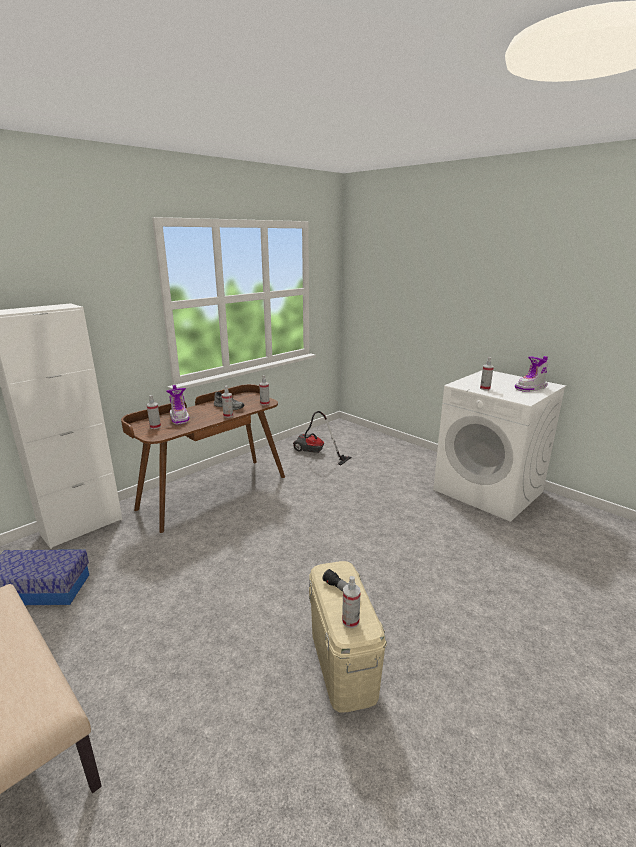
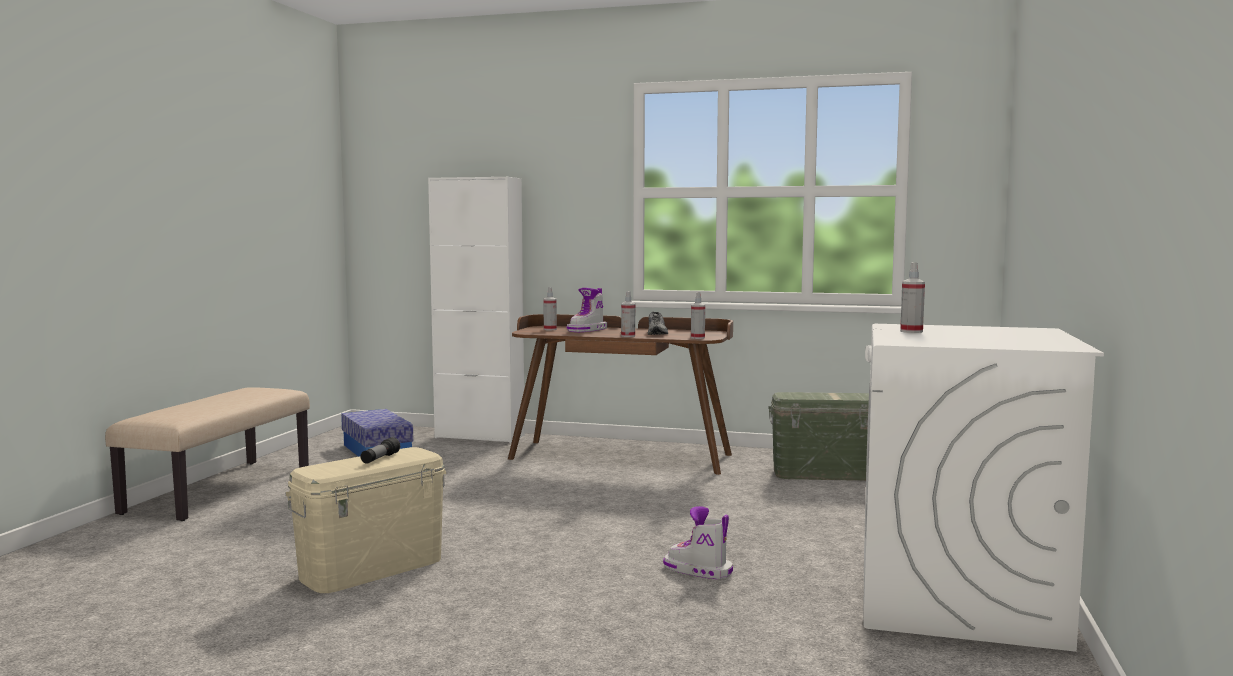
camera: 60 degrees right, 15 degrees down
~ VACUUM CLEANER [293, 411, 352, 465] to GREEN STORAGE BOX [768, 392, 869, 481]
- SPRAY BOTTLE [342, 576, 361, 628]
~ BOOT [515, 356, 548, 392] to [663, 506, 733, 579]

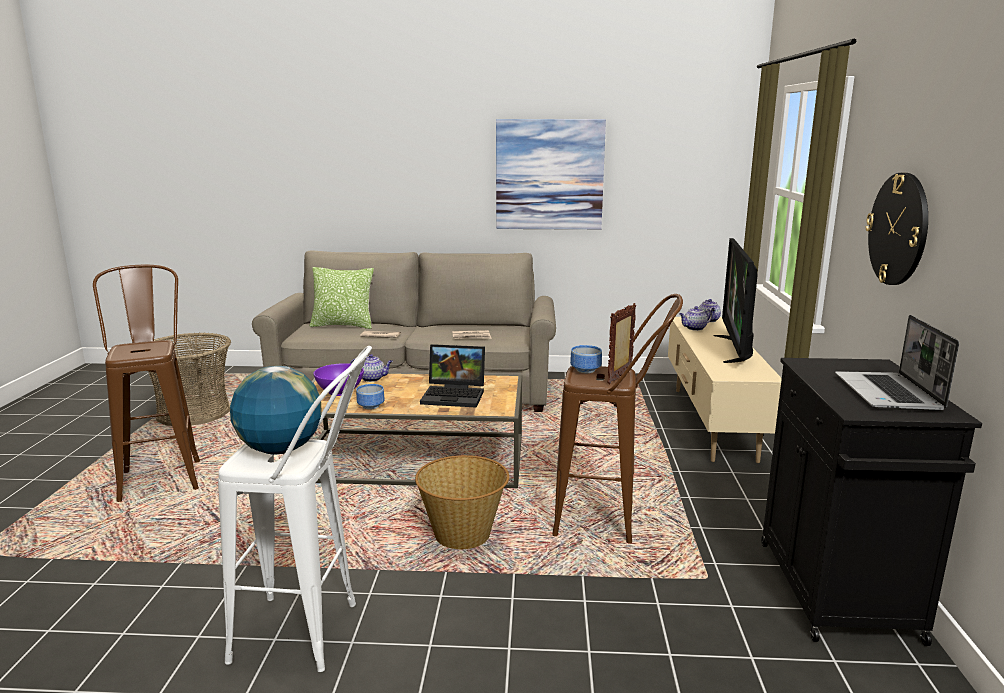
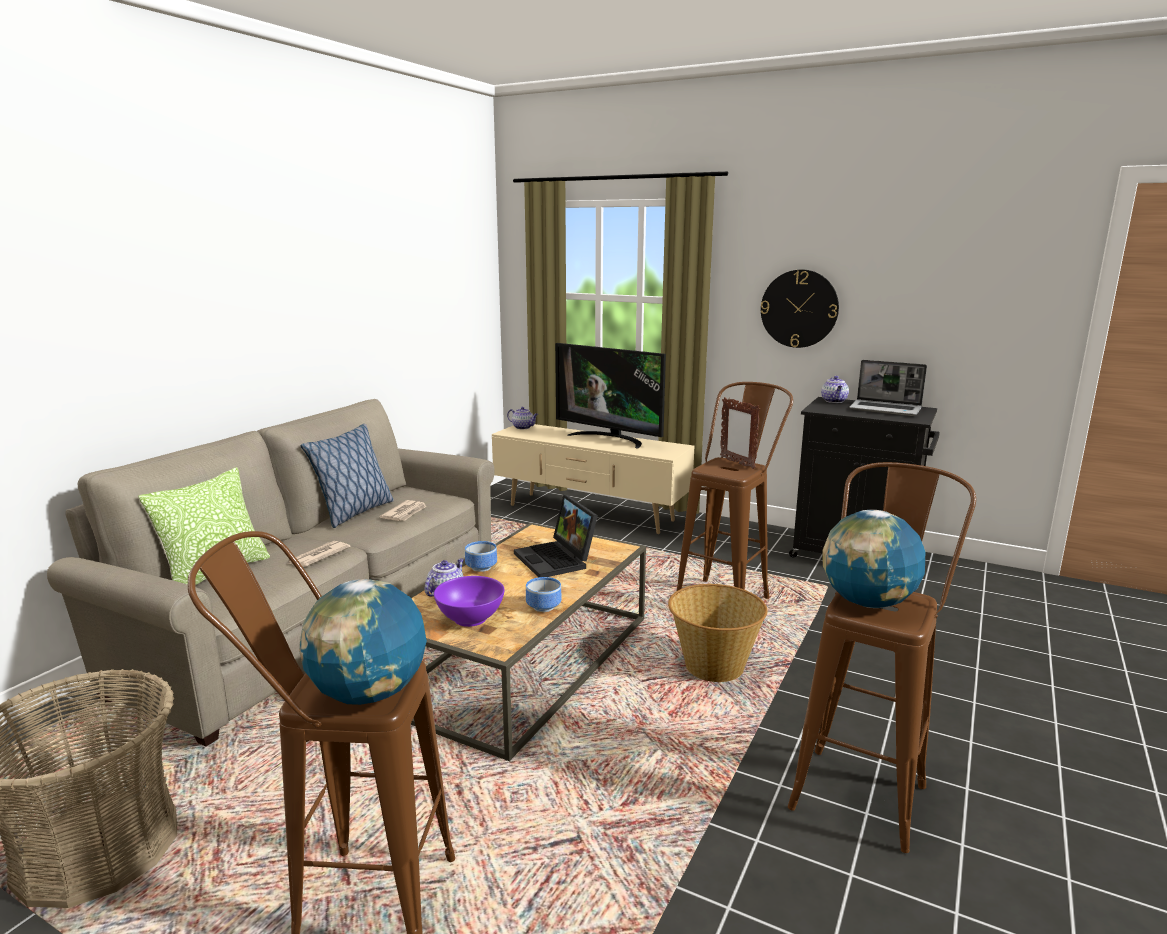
camera: 65 degrees left, 0 degrees up
~ WHITE STOOL [218, 346, 372, 672] to BROWN STOOL [788, 462, 976, 853]
~ LAPTOP [420, 344, 485, 408] = [514, 495, 598, 577] 120 degrees clockwise
- PICTURE [496, 119, 606, 230]
~ BOWL [570, 345, 602, 373] to [465, 541, 497, 572]
~ TEAPOT [679, 306, 712, 331] to [821, 376, 849, 403]
+ GLOBE [299, 579, 427, 705]
+ PILLOW [300, 424, 394, 528]

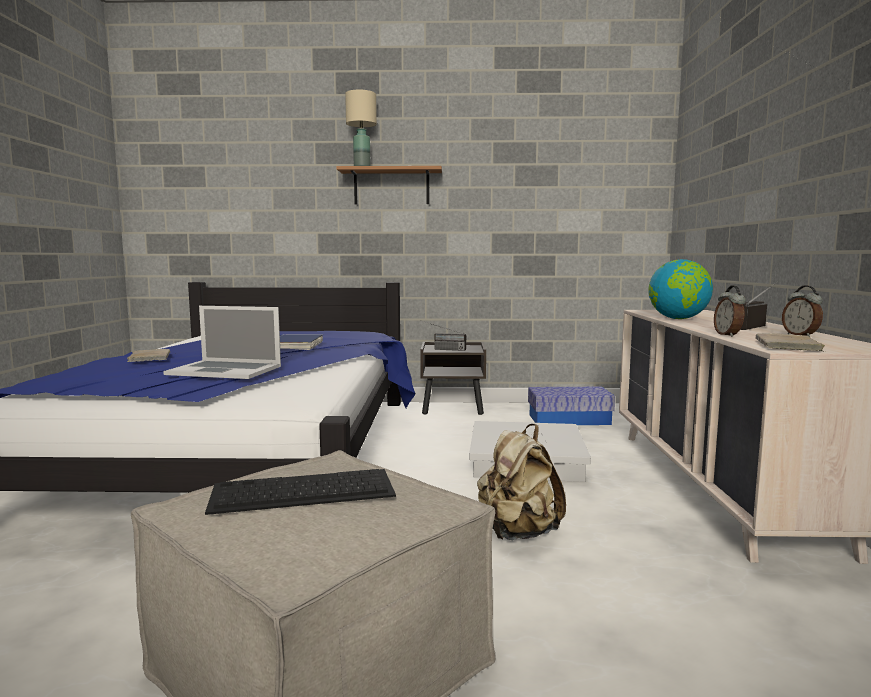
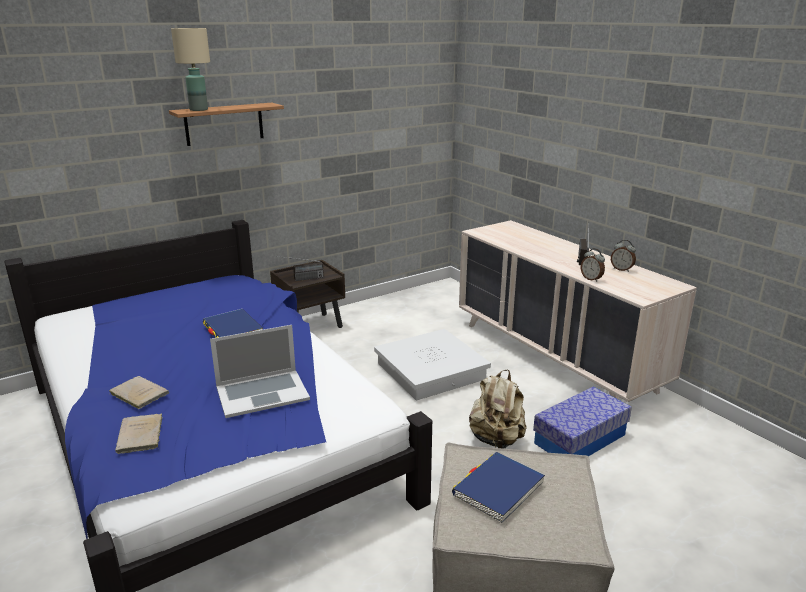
camera: 35 degrees left, 15 degrees up
~ KEYBOARD [205, 469, 396, 515] to BLUE BOOK [452, 452, 545, 523]
~ STORAGE BOX [528, 387, 615, 425] to [533, 387, 632, 456]
- GLOBE [648, 259, 713, 319]
~ BEIGE BOOK [755, 333, 825, 352] to [115, 414, 162, 454]

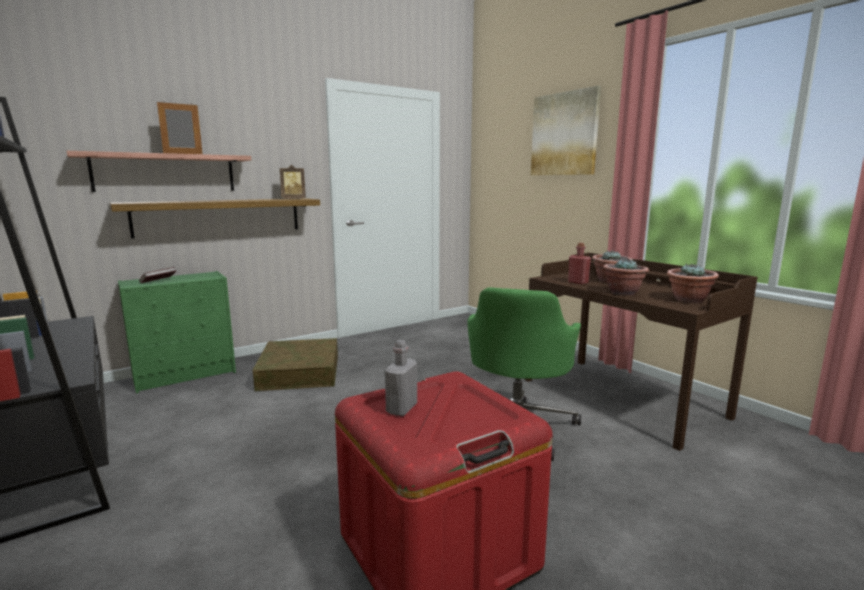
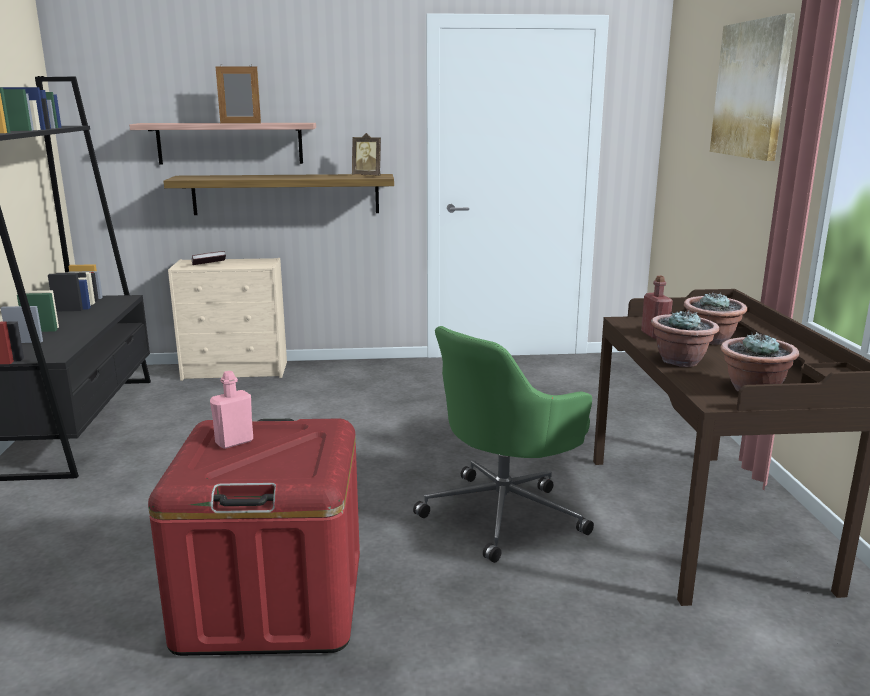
camera: 30 degrees right, 5 degrees up
~ GREEN DRESSER [118, 271, 236, 394] to BEIGE DRESSER [168, 258, 287, 381]
- BROWN STORAGE BOX [253, 338, 338, 391]
~ GREY BOTTLE [385, 340, 417, 416] to PINK BOTTLE [210, 371, 253, 449]

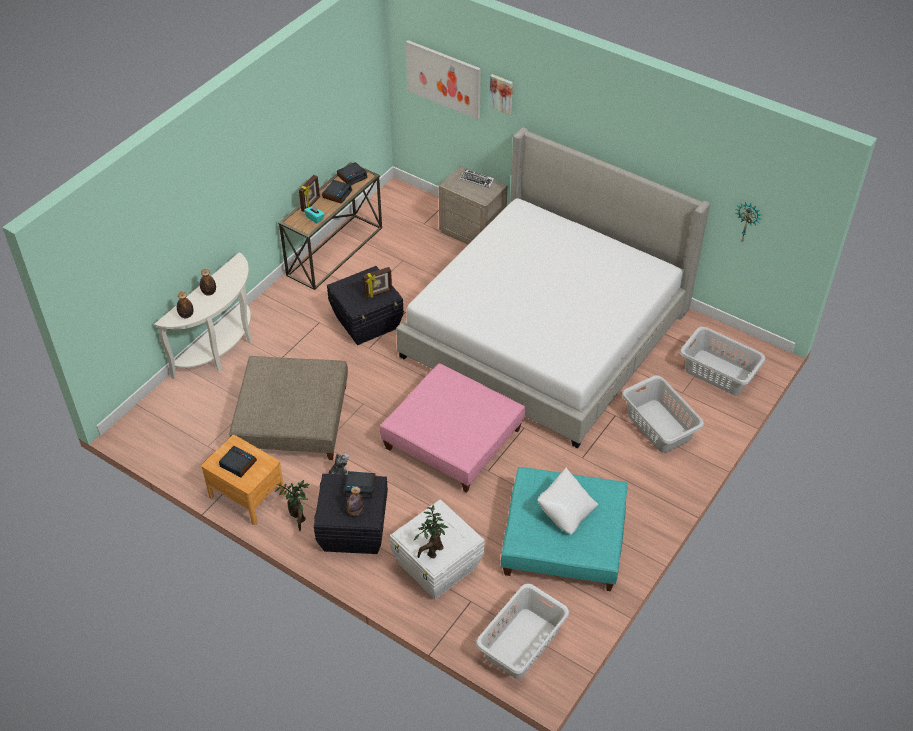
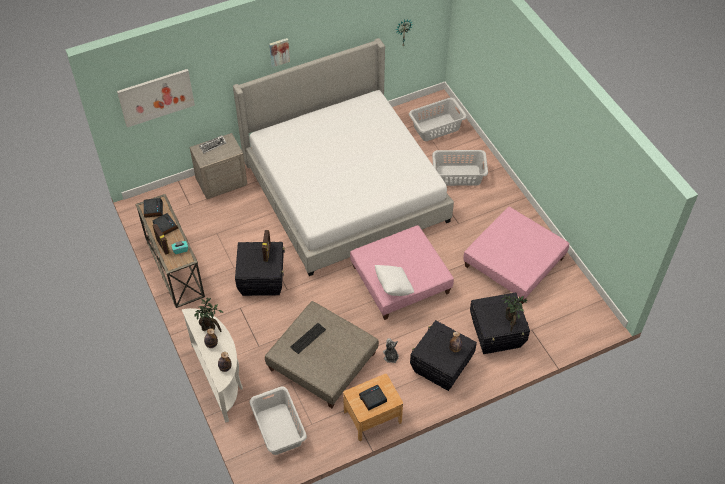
camera: 60 degrees left, 5 degrees up
~ POTTED PLANT [275, 480, 310, 531] to [194, 298, 223, 332]
- ALARM CLOCK [345, 471, 375, 498]
~ WHITE STORAGE BOX [390, 499, 485, 600] to BLACK STORAGE BOX [470, 292, 530, 354]
~ WHITE LAUNDRY BASKET [476, 584, 569, 679] to [249, 386, 307, 455]
~ PICTURE [489, 74, 513, 115] to [269, 38, 290, 67]
~ TURQUOISE OTTOMAN [501, 467, 628, 591] to PINK OTTOMAN [463, 207, 570, 304]
~ WHITE PILLOW [537, 467, 598, 535] to [375, 265, 414, 296]
+ KEYBOARD [290, 323, 326, 354]

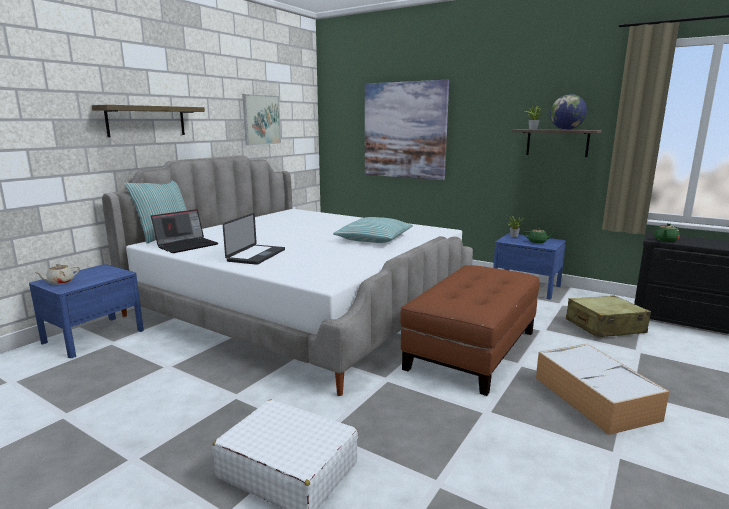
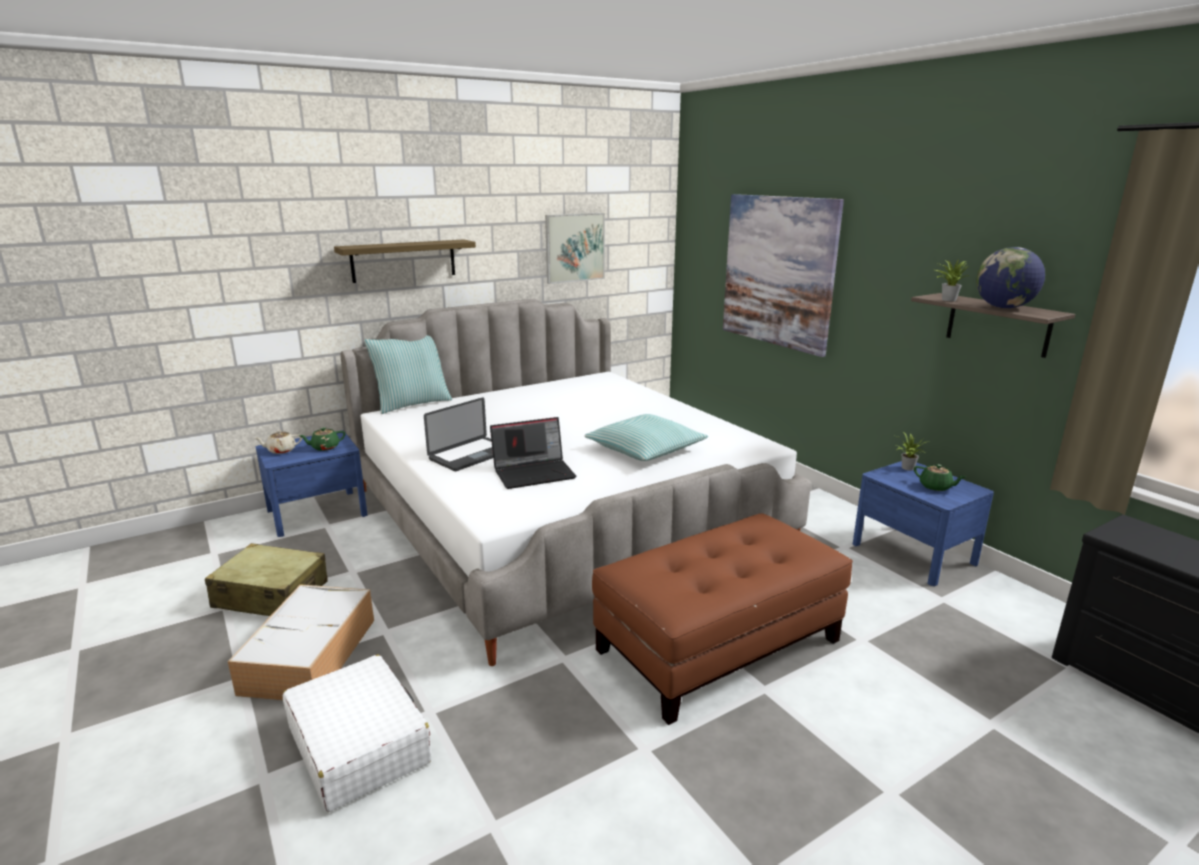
camera: 25 degrees right, 5 degrees up
~ LAPTOP [151, 209, 218, 253] to [490, 417, 576, 489]
~ STORAGE BOX [536, 344, 670, 435] to [228, 584, 374, 700]
~ BEIGE SUITCASE [566, 296, 651, 337] to [205, 543, 328, 616]
~ GREEN TEAPOT [654, 223, 680, 242] to [299, 427, 345, 451]

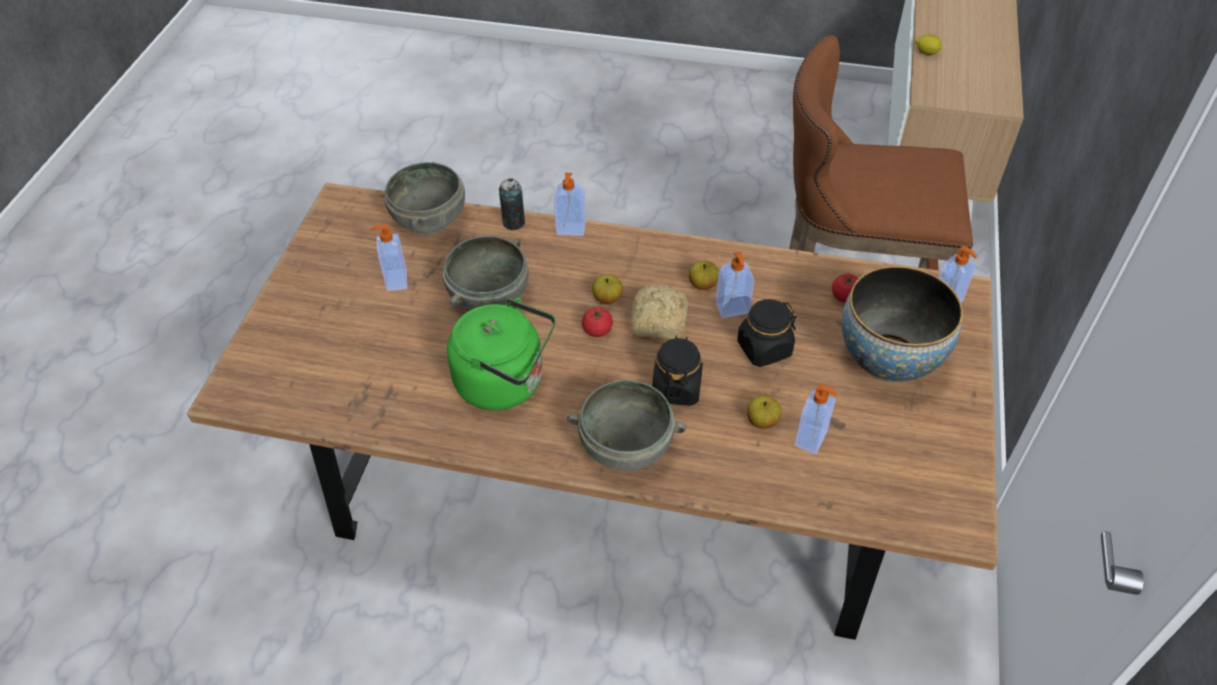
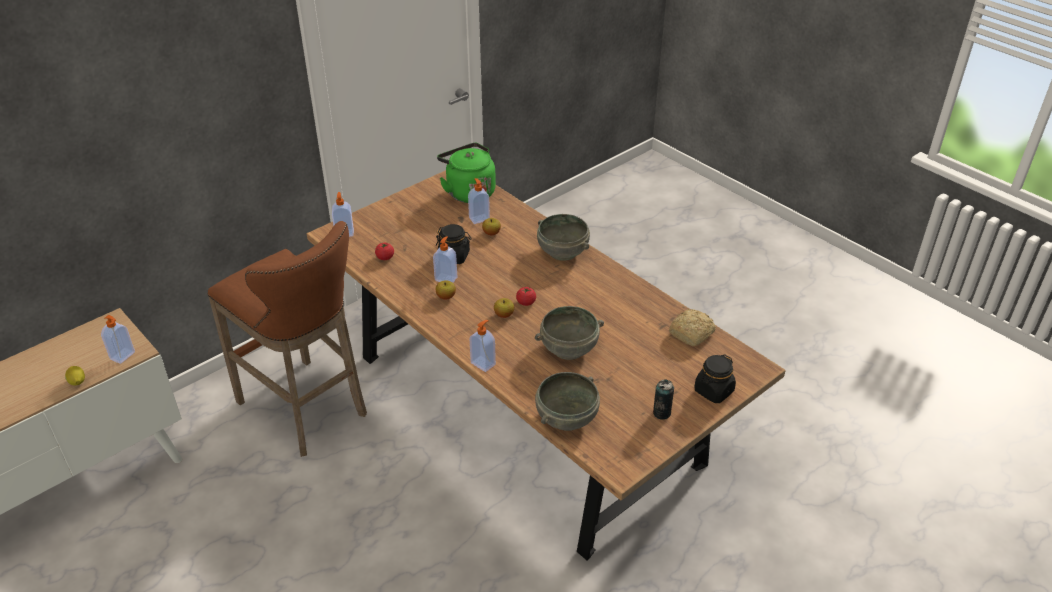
camera: 145 degrees left, 10 degrees down
~ SOAP DISPENSER [371, 224, 407, 291] to [101, 315, 135, 364]
~ GREEN KETTLE [447, 298, 555, 410] to [437, 143, 496, 203]
~ CAN [499, 178, 525, 230] to [653, 379, 674, 420]
~ BREAD [631, 284, 689, 339] to [669, 309, 716, 346]
~ BLACK JAR [652, 336, 703, 406] to [694, 354, 736, 403]
- BOWL [842, 266, 963, 383]

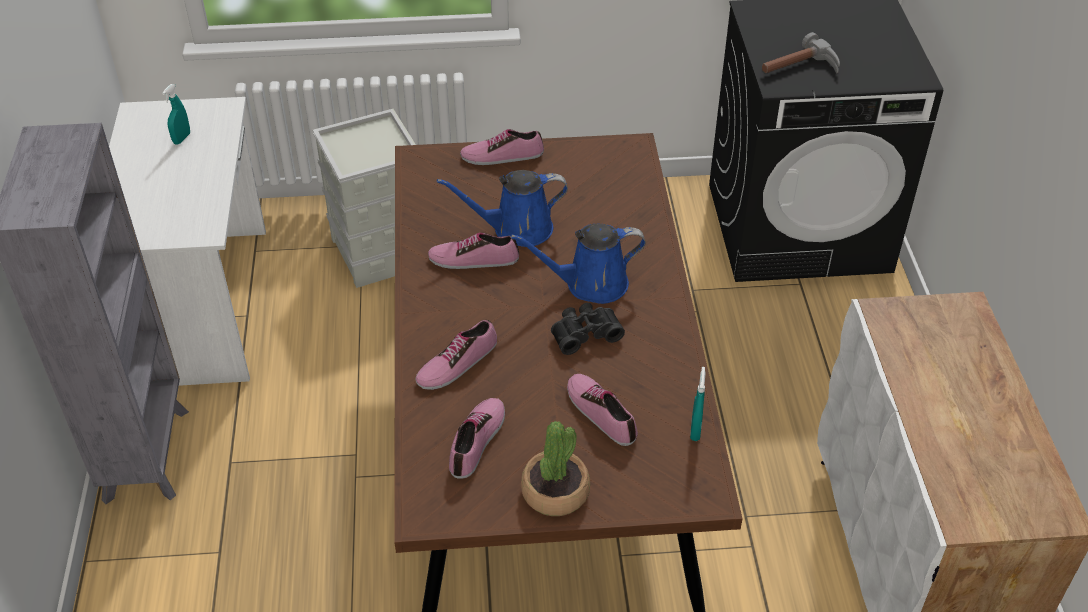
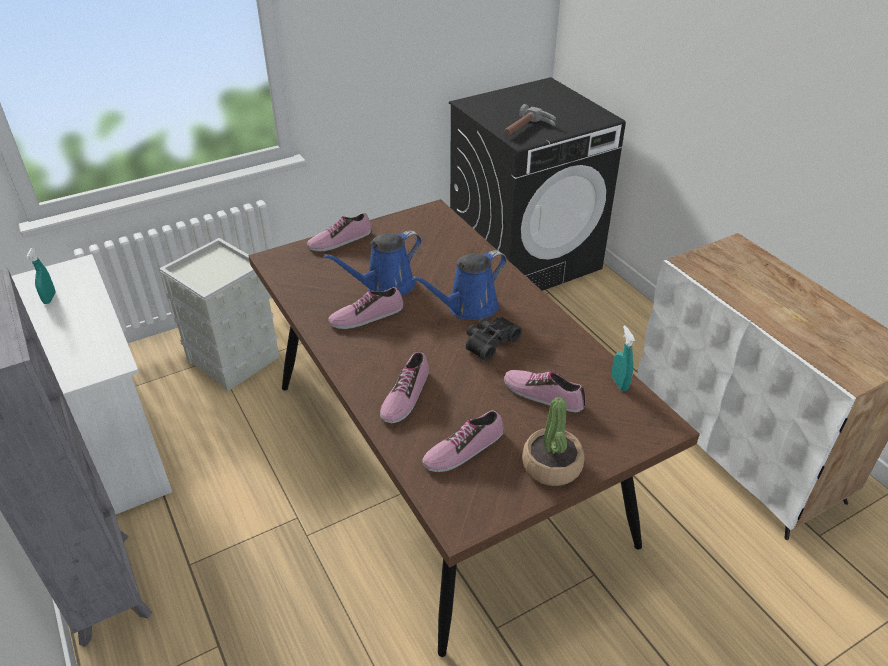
camera: 25 degrees left, 5 degrees down
~ SHOE [449, 398, 505, 479] = [422, 410, 504, 472] 120 degrees counterclockwise

